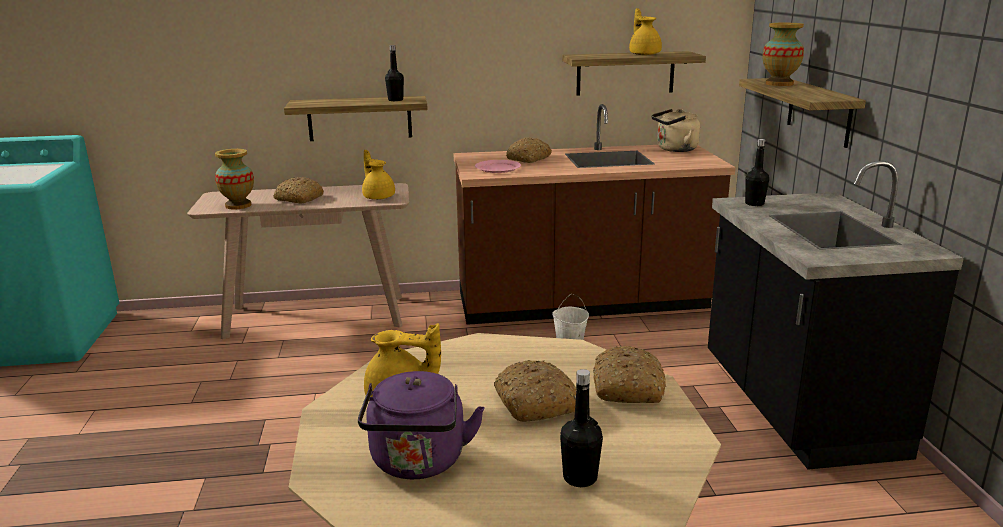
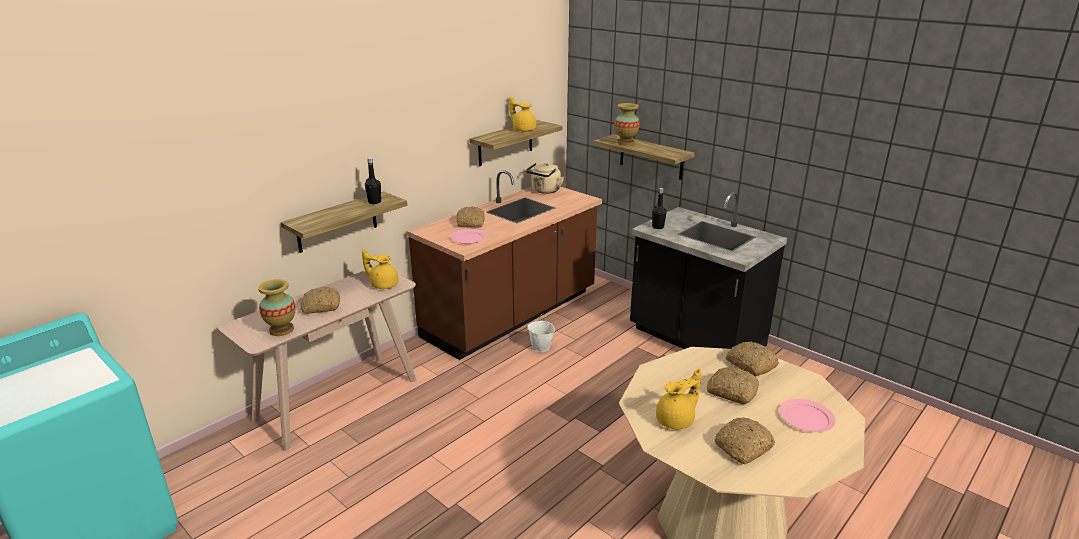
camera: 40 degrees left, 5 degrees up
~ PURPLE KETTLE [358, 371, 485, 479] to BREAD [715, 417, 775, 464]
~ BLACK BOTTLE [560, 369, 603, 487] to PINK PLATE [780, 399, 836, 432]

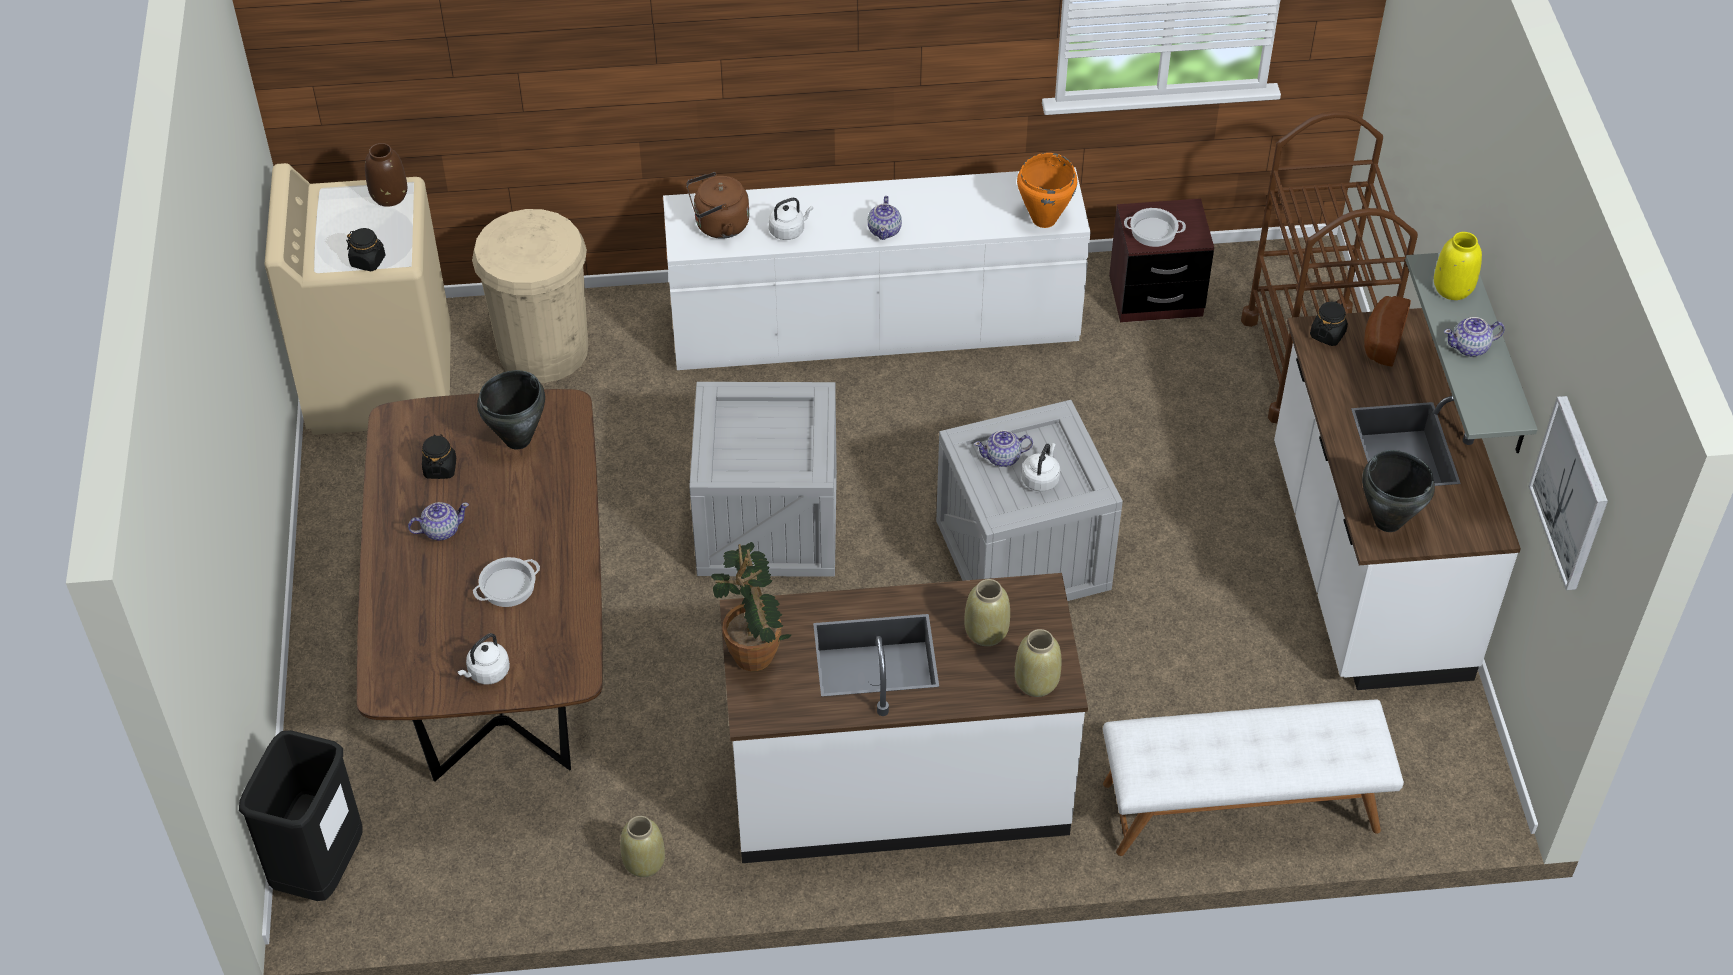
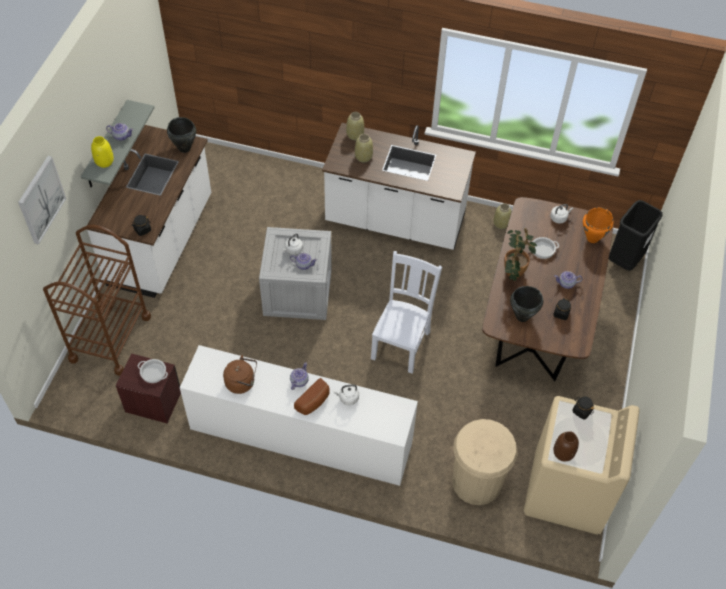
camera: 160 degrees left, 5 degrees up
~ BROWN KETTLE [686, 172, 749, 239] to [223, 355, 257, 394]
~ CRATE [689, 382, 837, 577] to WHITE CHAIR [371, 251, 442, 374]
~ POTTED PLANT [711, 542, 791, 671] to [504, 228, 537, 281]
~ ORANGE COOKING POT [1017, 153, 1077, 228] to [583, 207, 614, 243]
- WHITE BENCH [1103, 699, 1404, 856]
~ BREAD [1364, 296, 1411, 366] to [294, 378, 330, 415]
~ PICTURE [1529, 396, 1608, 590] to [18, 156, 66, 244]

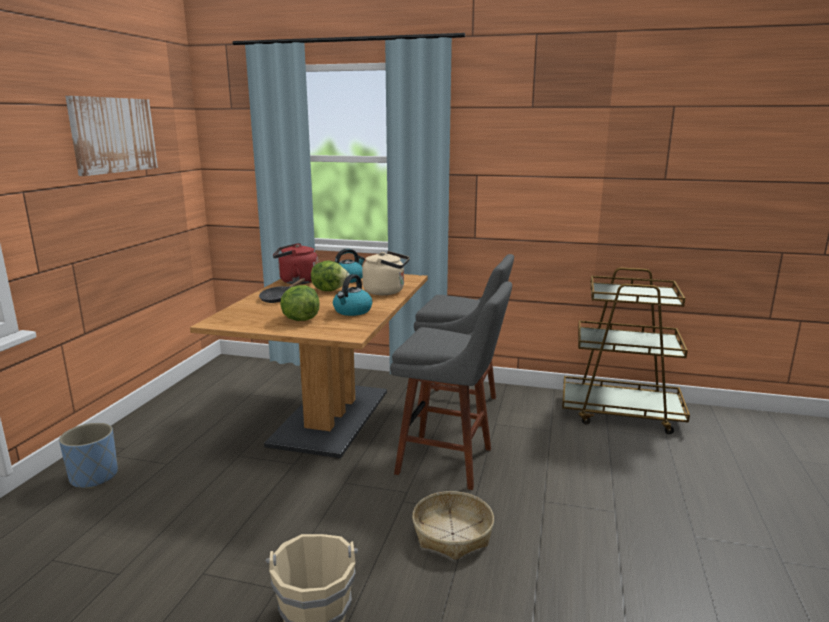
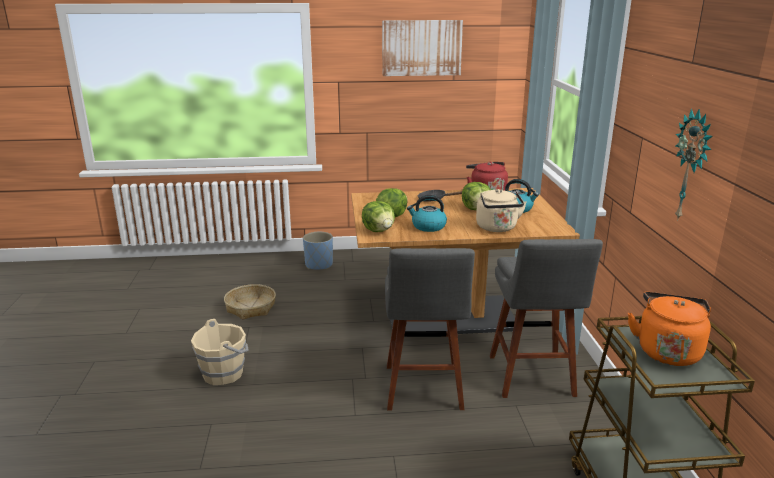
camera: 70 degrees right, 5 degrees up
~ BASKET [412, 491, 494, 560] to [224, 284, 276, 320]
+ LETTUCE [362, 201, 395, 232]
+ ORANGE KETTLE [628, 292, 711, 366]
+ WALL CLOCK [675, 109, 713, 221]

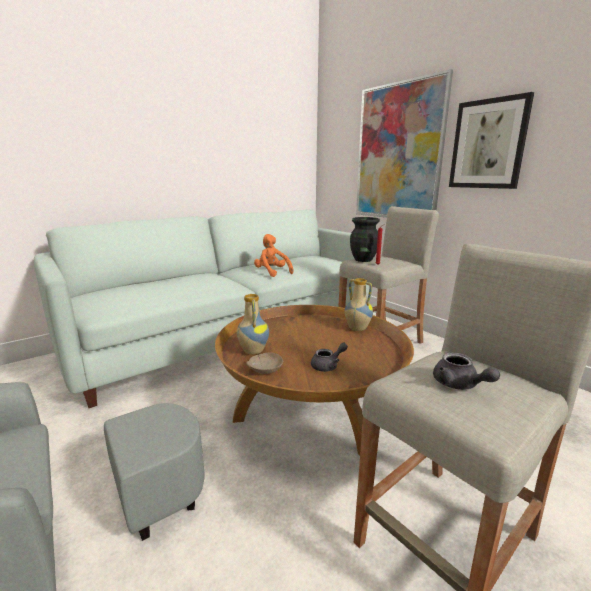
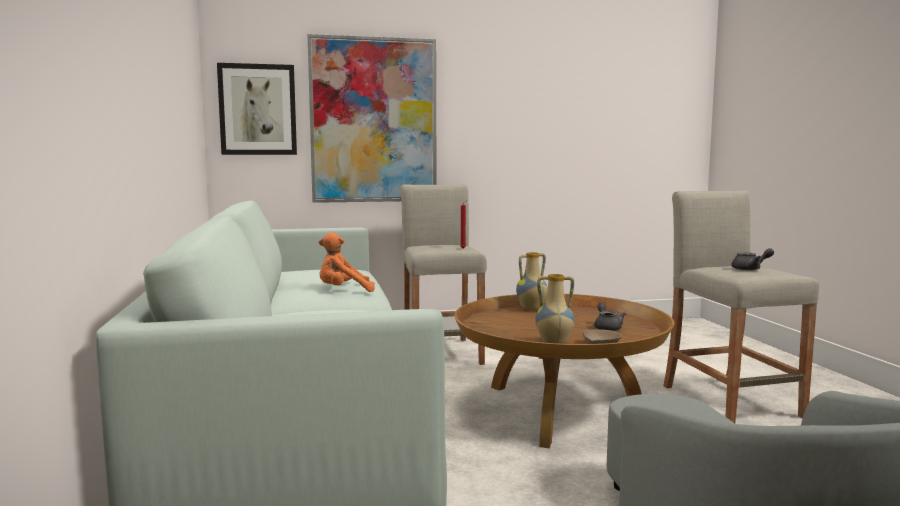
camera: 65 degrees left, 10 degrees down
- BLACK VASE [350, 217, 380, 262]
~ PICTURE [449, 92, 534, 189] to [217, 63, 297, 155]

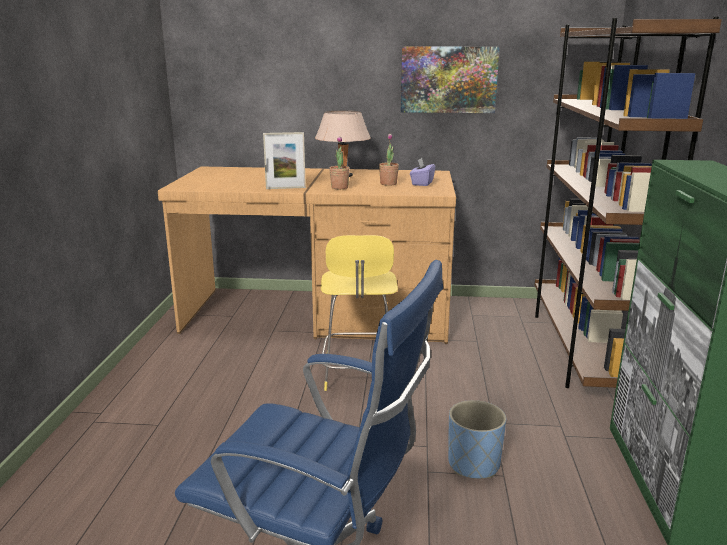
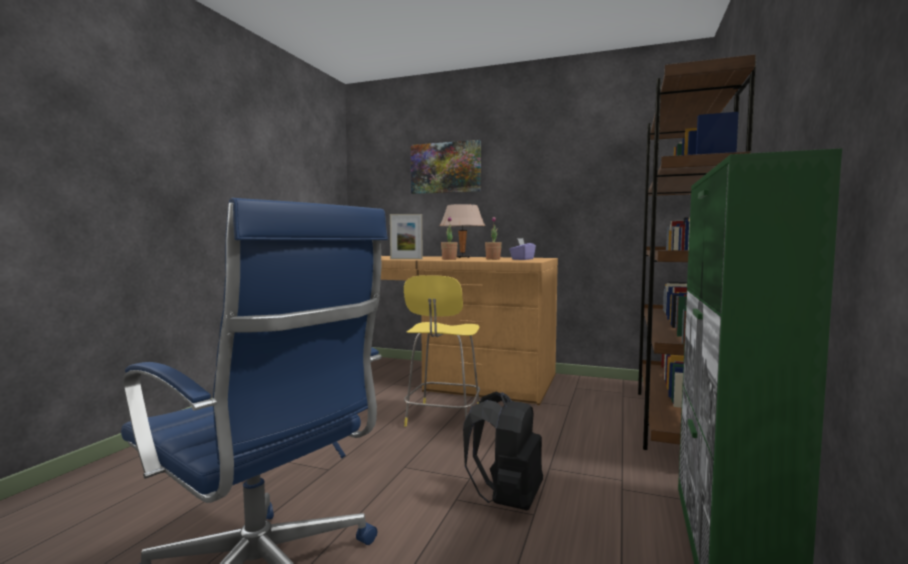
camera: 15 degrees right, 15 degrees down
~ PICTURE [401, 46, 500, 113] to [411, 140, 481, 194]
~ BLUE PLANTER [448, 400, 506, 479] to BLACK BACKPACK [463, 391, 543, 510]

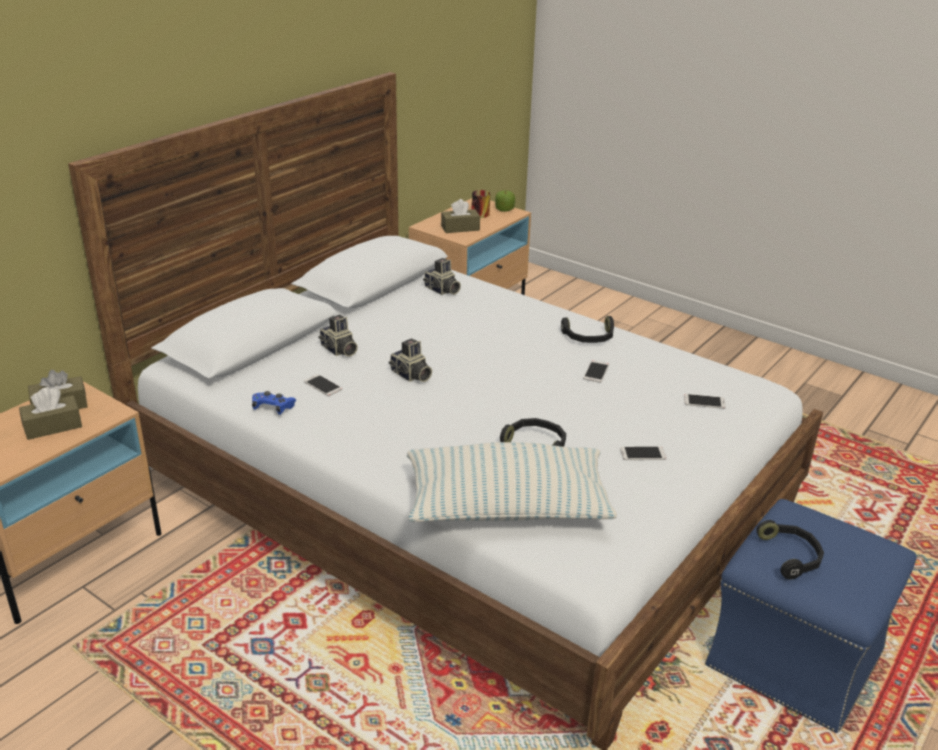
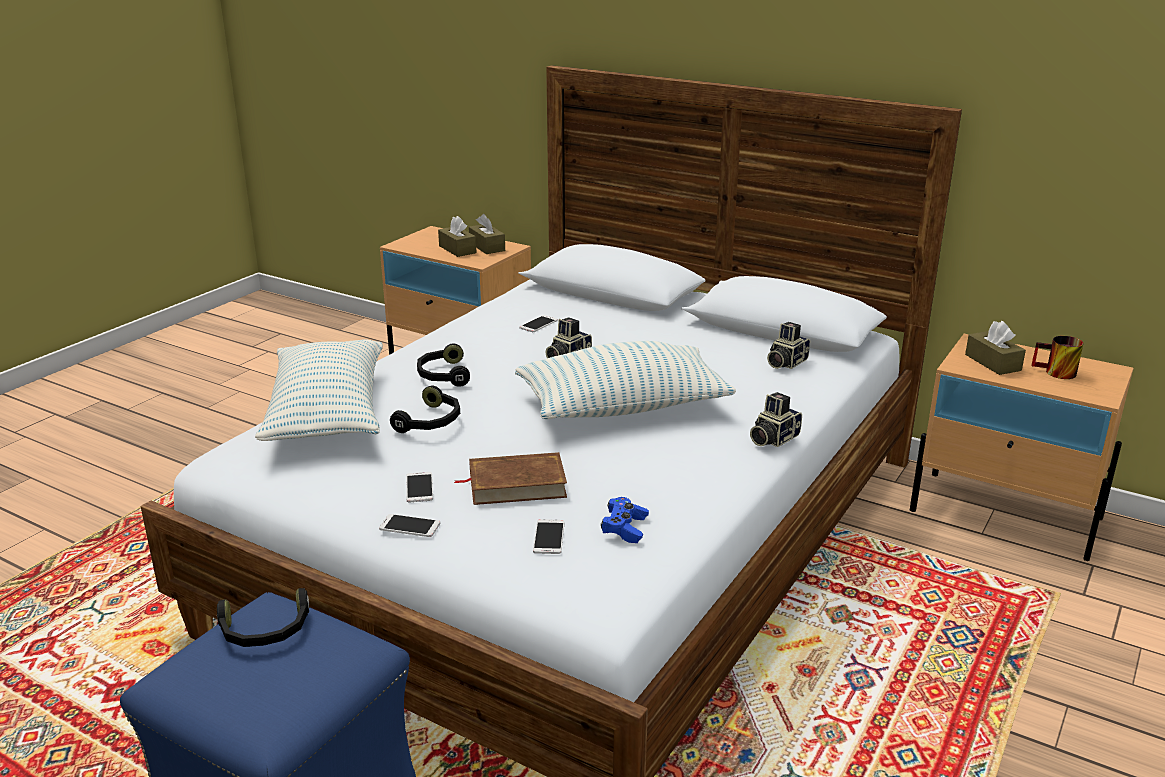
camera: 85 degrees right, 5 degrees down
~ BLUE GAME CONTROLLER [252, 391, 296, 415] to [601, 497, 649, 543]
~ PHOTO CAMERA [318, 315, 358, 357] to [750, 392, 802, 447]
- APPLE [495, 190, 515, 212]
~ BLACK HEADPHONES [561, 316, 614, 343] to [417, 344, 470, 387]
~ PHONE [583, 360, 609, 383] to [379, 514, 441, 537]
+ BROWN BOOK [454, 452, 567, 505]
+ PILLOW [515, 341, 736, 419]

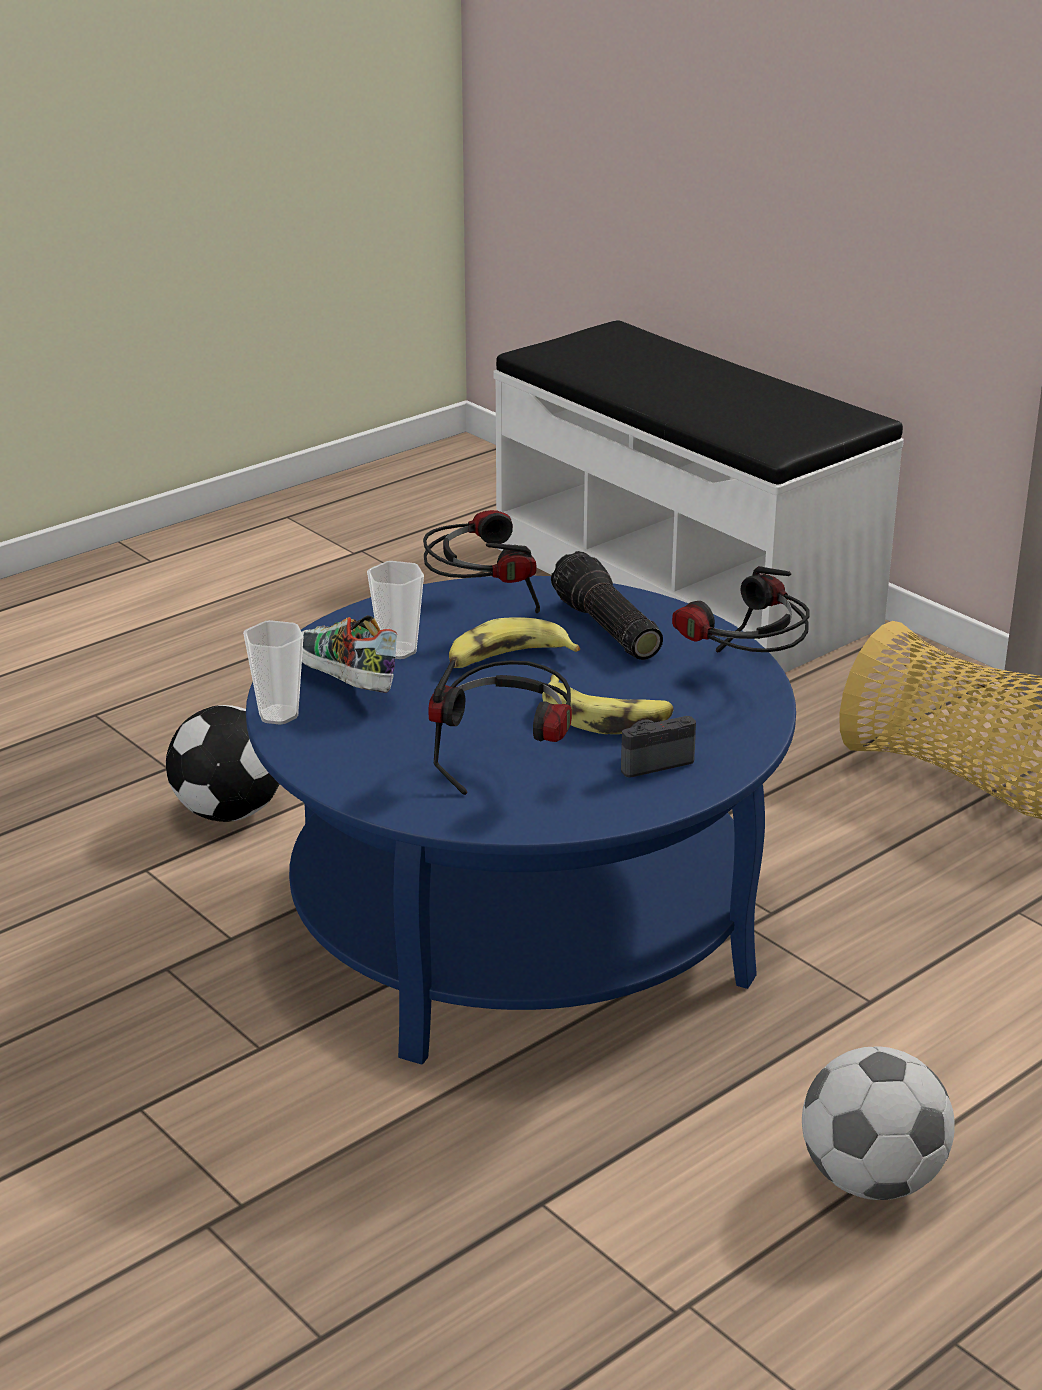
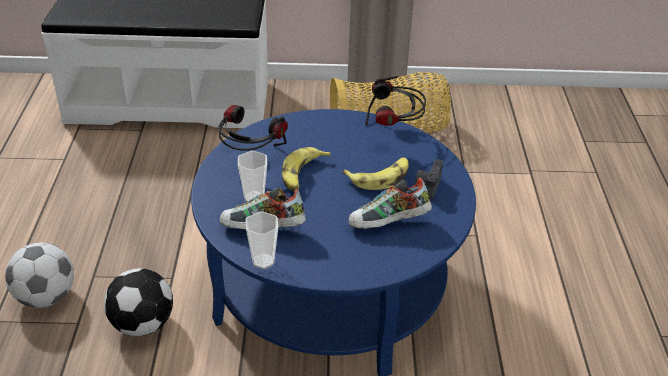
camera: 50 degrees left, 10 degrees up
~ HEADPHONES [429, 660, 572, 795] to SHOE [349, 178, 432, 229]
- FLASHLIGHT [551, 551, 663, 660]
~ FOOTBALL [802, 1046, 955, 1200] to [5, 243, 74, 308]

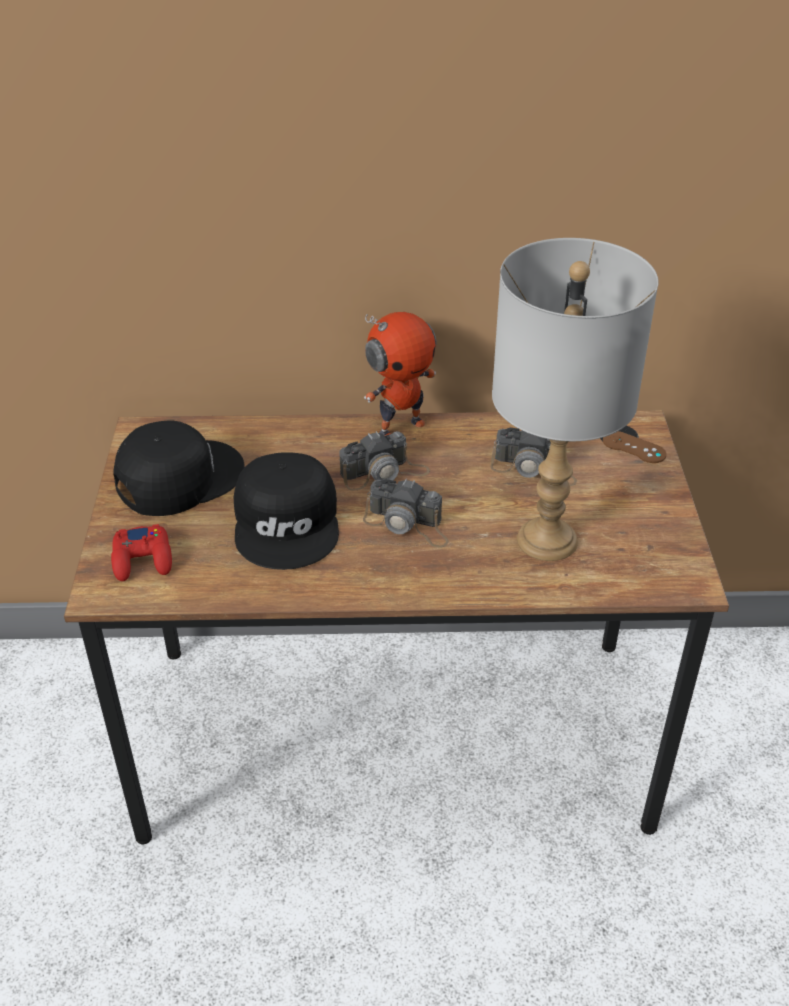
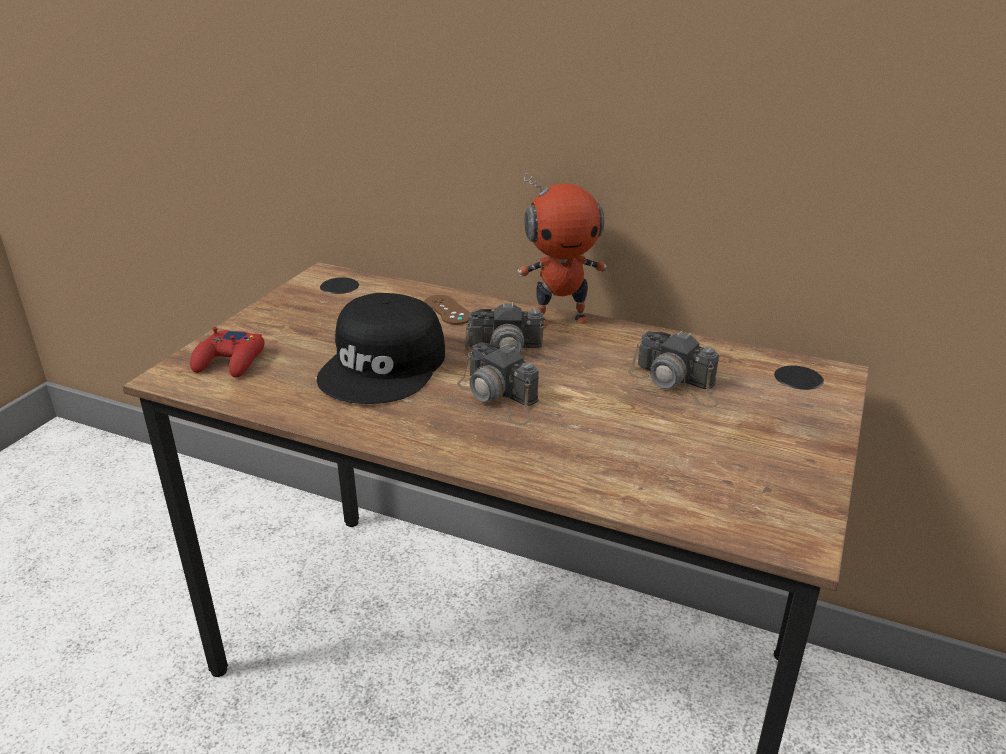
camera: 25 degrees right, 10 degrees down
- BLACK CAP [113, 421, 245, 516]
- GREY TABLE LAMP [492, 238, 658, 561]
~ BROWN GAME CONTROLLER [603, 431, 667, 463] to [424, 295, 470, 325]

